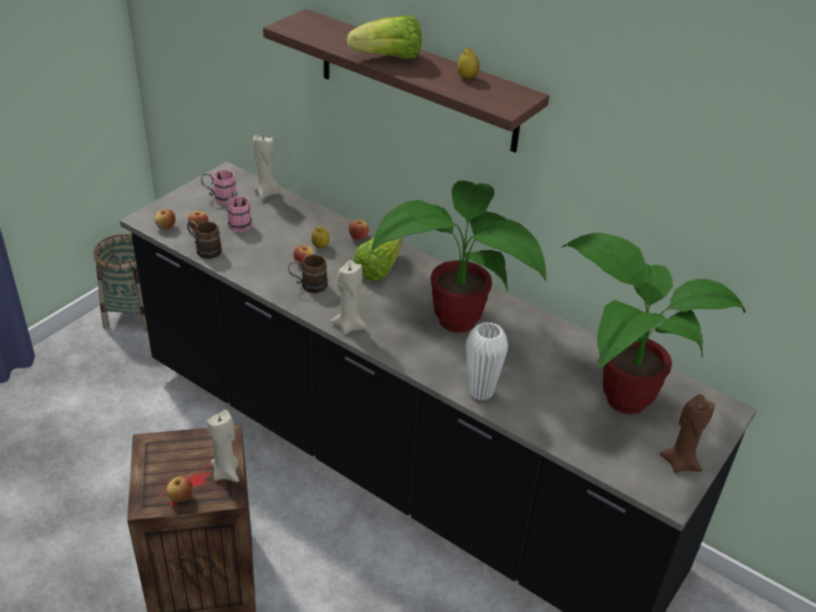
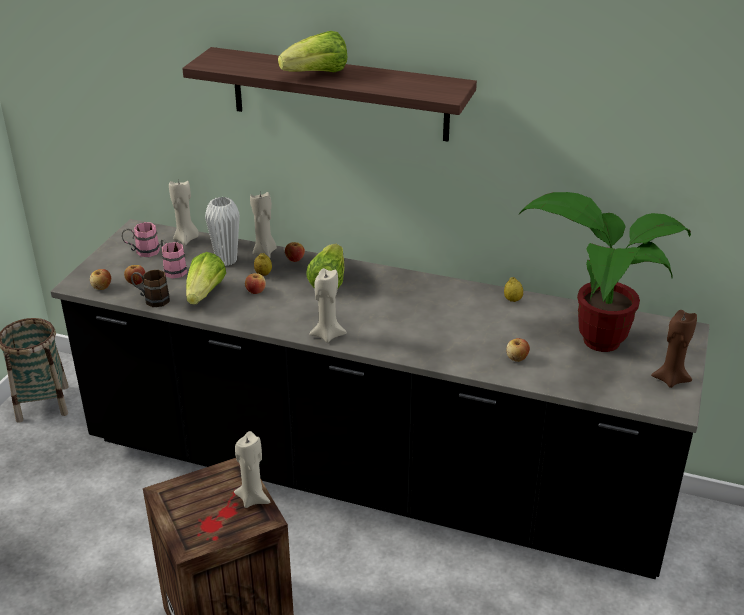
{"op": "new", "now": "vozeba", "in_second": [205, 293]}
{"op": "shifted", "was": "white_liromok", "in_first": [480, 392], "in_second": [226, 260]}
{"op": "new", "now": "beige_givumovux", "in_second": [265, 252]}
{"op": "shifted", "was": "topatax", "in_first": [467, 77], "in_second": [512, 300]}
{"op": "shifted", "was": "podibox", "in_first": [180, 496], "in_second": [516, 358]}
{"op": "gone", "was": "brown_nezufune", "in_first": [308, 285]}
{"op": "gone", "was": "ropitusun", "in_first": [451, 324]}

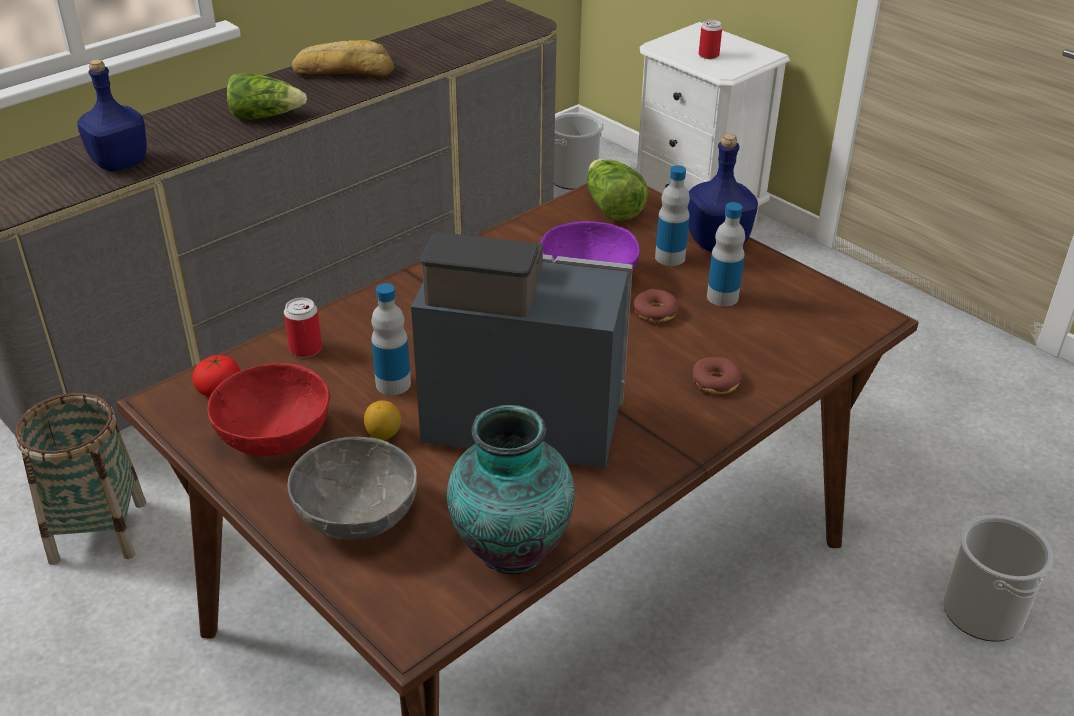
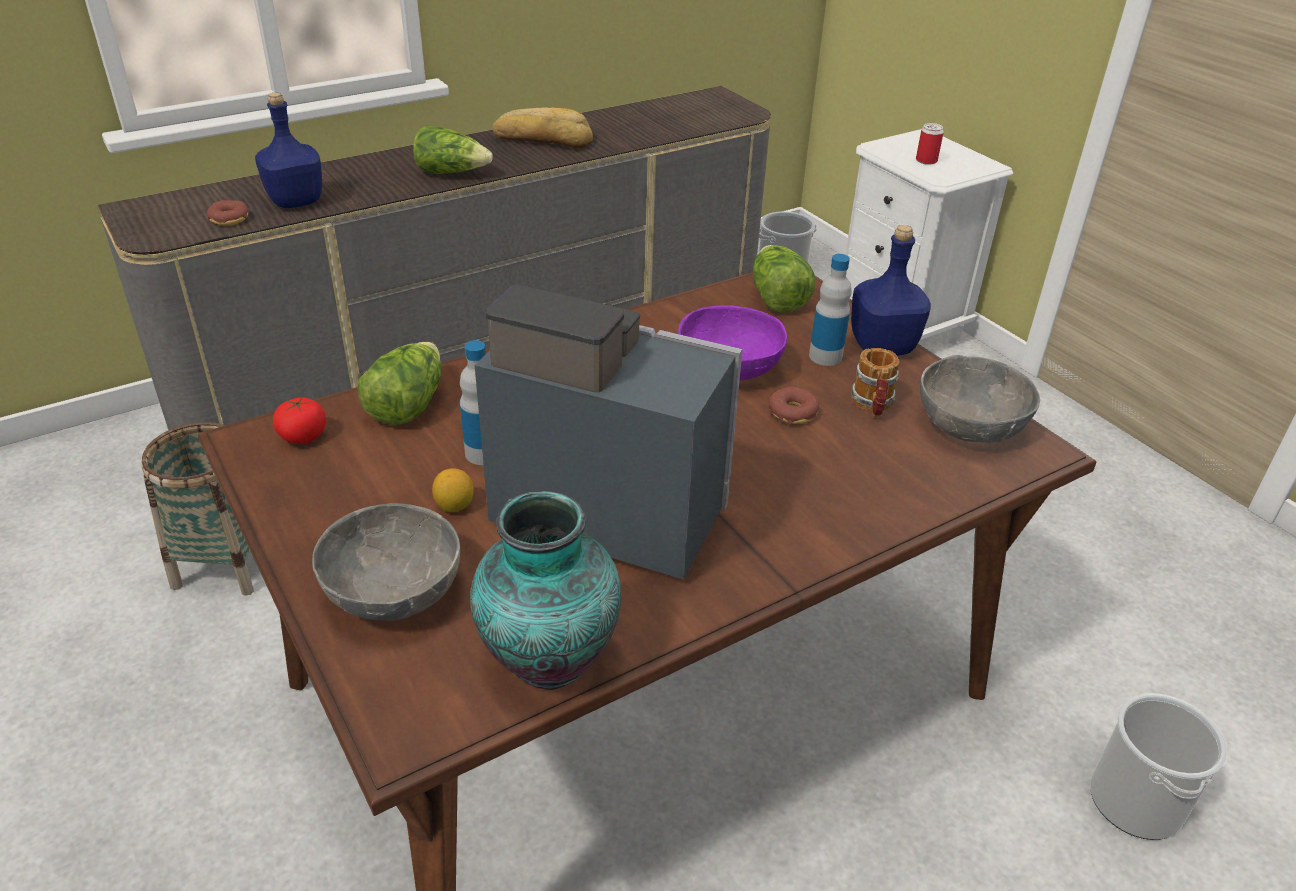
{"op": "shifted", "was": "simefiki", "in_first": [716, 382], "in_second": [229, 219]}
{"op": "swapped", "was": "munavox", "now": "vozeba", "in_first": [305, 349], "in_second": [407, 404]}
{"op": "swapped", "was": "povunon", "now": "nezufune", "in_first": [722, 297], "in_second": [872, 406]}
{"op": "new", "now": "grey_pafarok", "in_second": [969, 425]}
{"op": "gone", "was": "red_pafarok", "in_first": [274, 436]}

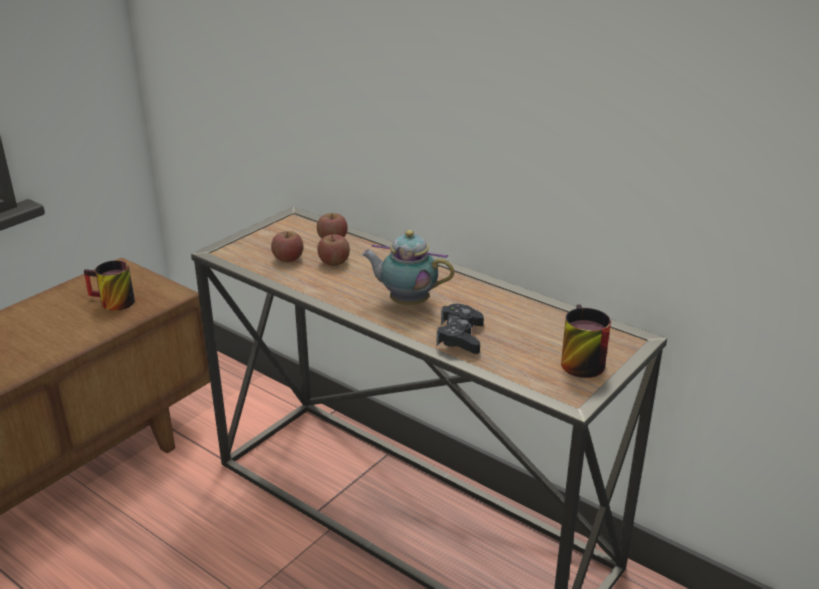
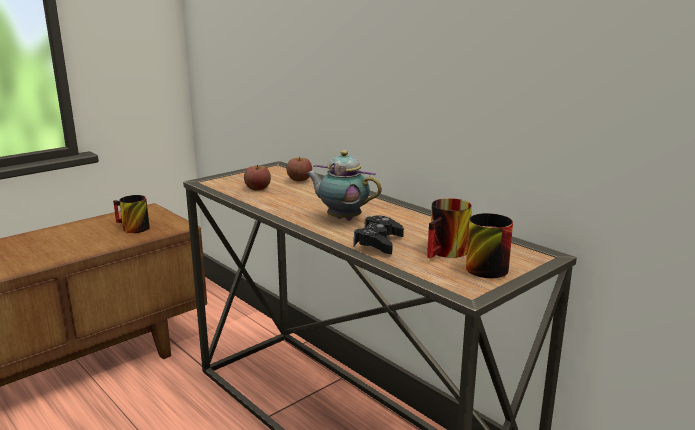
{"op": "new", "now": "nezufune", "in_second": [448, 253]}
{"op": "gone", "was": "podibox", "in_first": [334, 262]}

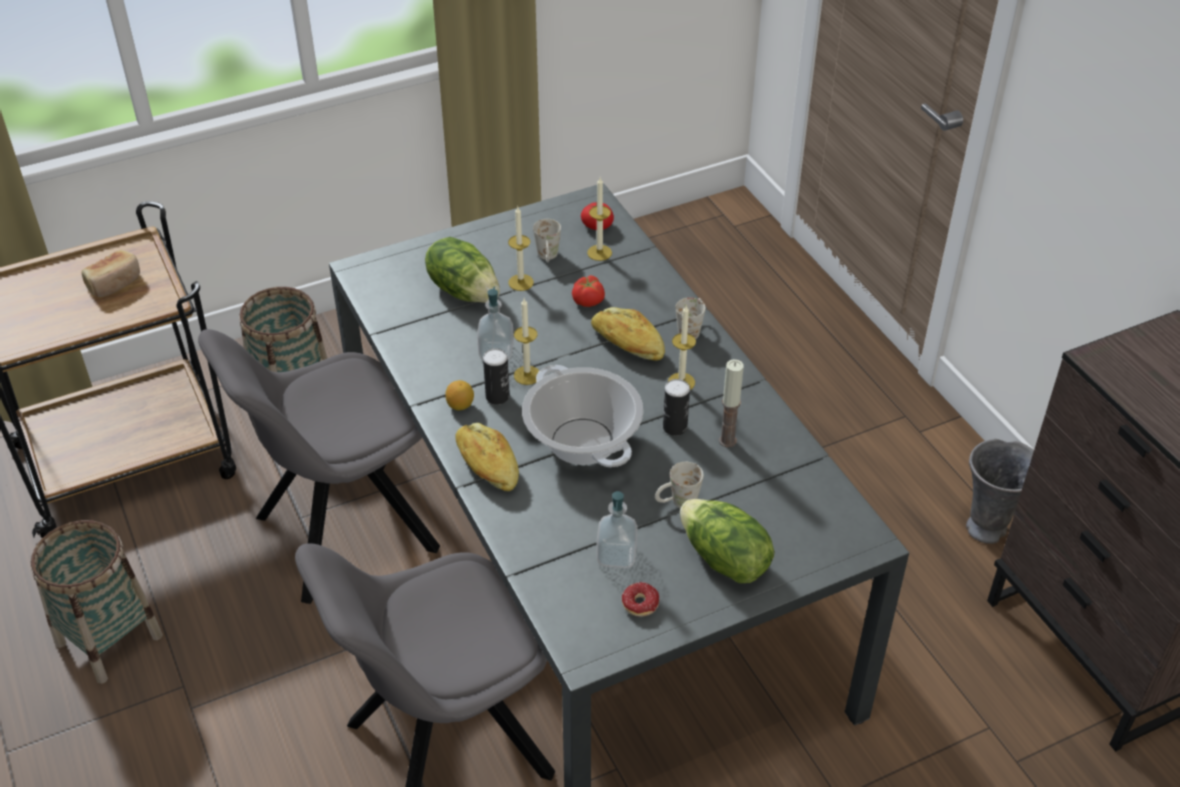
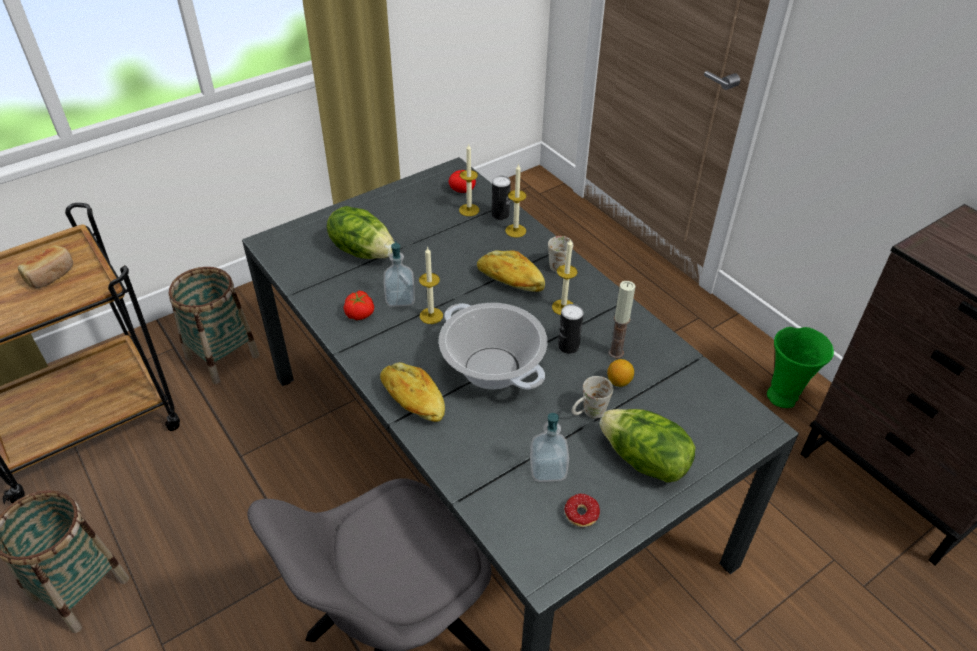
{"op": "shifted", "was": "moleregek", "in_first": [589, 300], "in_second": [360, 313]}
{"op": "shifted", "was": "munavox", "in_first": [497, 396], "in_second": [500, 215]}
{"op": "shifted", "was": "givumovux", "in_first": [521, 282], "in_second": [515, 230]}
{"op": "shifted", "was": "topatax", "in_first": [460, 405], "in_second": [619, 381]}
{"op": "repainted", "was": "grey_liromok", "now": "green_liromok", "in_first": [988, 528], "in_second": [783, 396]}
{"op": "gone", "was": "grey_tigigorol", "in_first": [344, 532]}
{"op": "gone", "was": "white_nezufune", "in_first": [548, 258]}

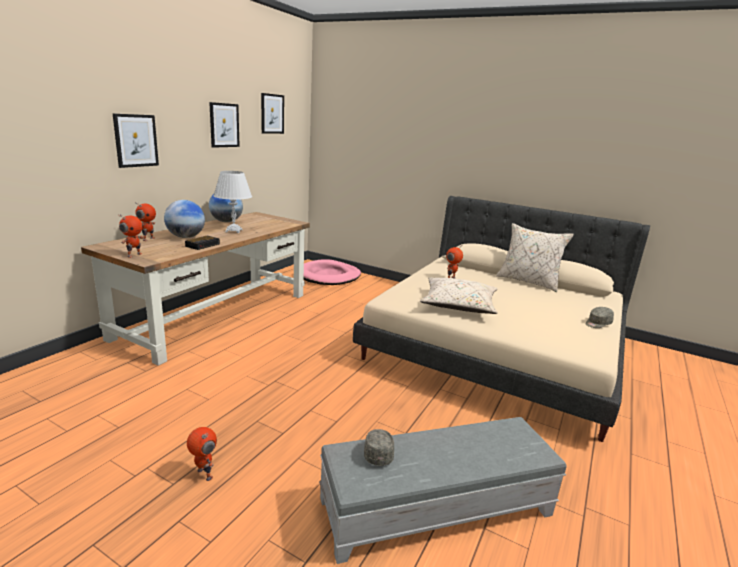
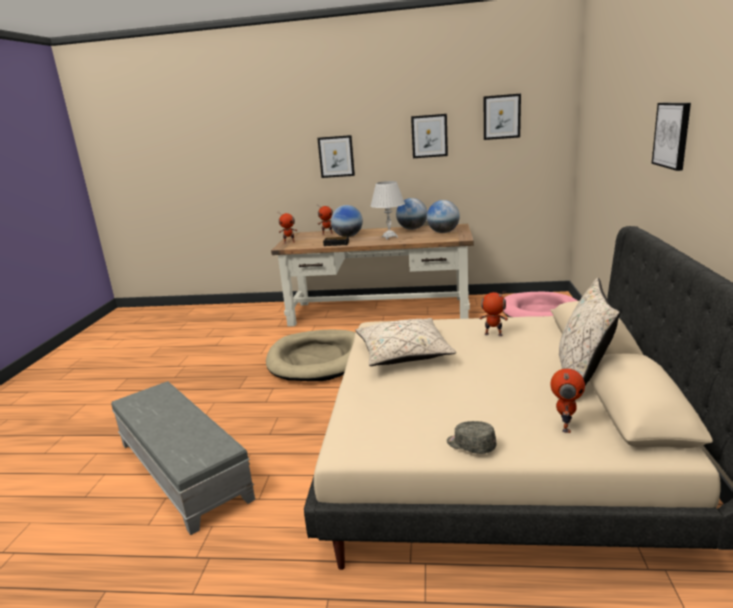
{"op": "new", "now": "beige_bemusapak", "in_second": [317, 359]}
{"op": "new", "now": "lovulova", "in_second": [443, 232]}
{"op": "shifted", "was": "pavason", "in_first": [203, 474], "in_second": [564, 425]}
{"op": "new", "now": "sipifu", "in_second": [672, 135]}
{"op": "gone", "was": "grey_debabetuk", "in_first": [378, 452]}

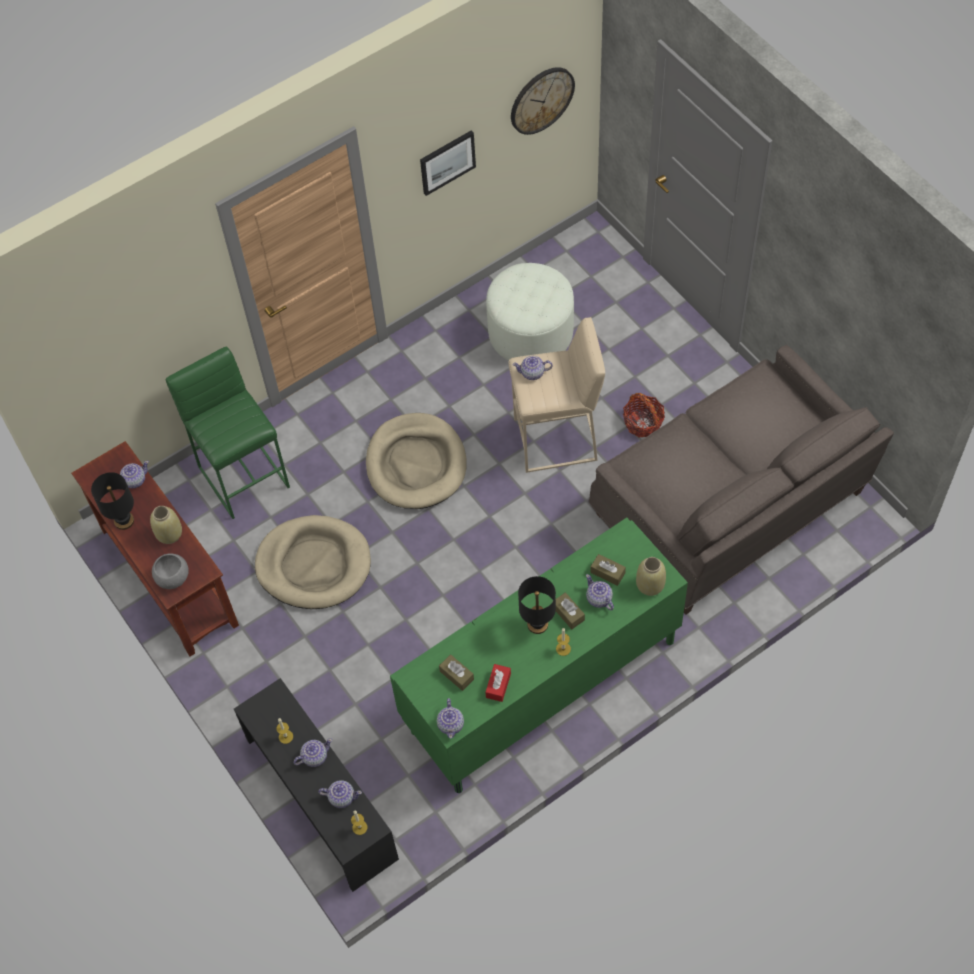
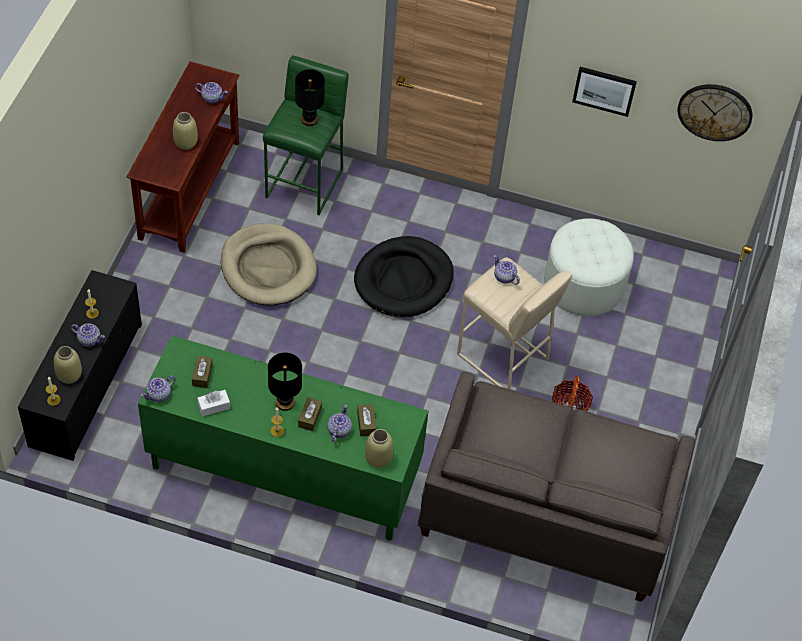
{"op": "swapped", "was": "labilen", "now": "beige_liromok", "in_first": [341, 797], "in_second": [69, 374]}
{"op": "repainted", "was": "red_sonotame", "now": "white_sonotame", "in_first": [498, 685], "in_second": [214, 406]}
{"op": "shifted", "was": "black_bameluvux", "in_first": [123, 521], "in_second": [309, 119]}
{"op": "repainted", "was": "beige_bemusapak", "now": "black_bemusapak", "in_first": [416, 464], "in_second": [404, 280]}
{"op": "gone", "was": "grey_pafarok", "in_first": [172, 577]}

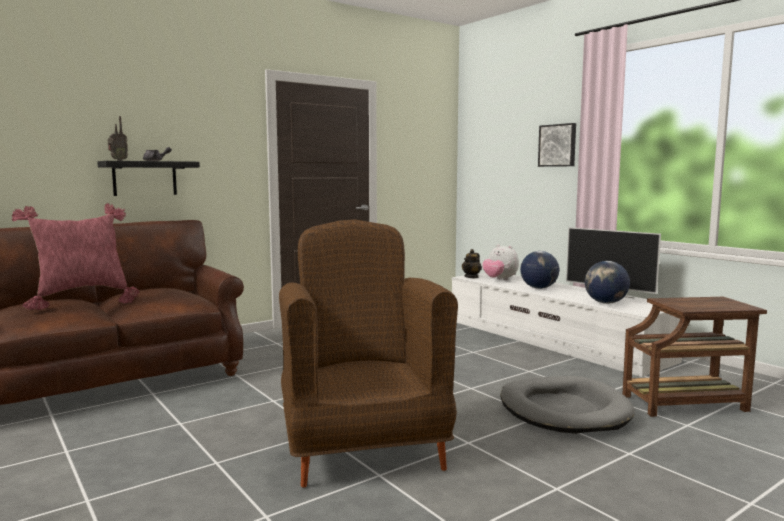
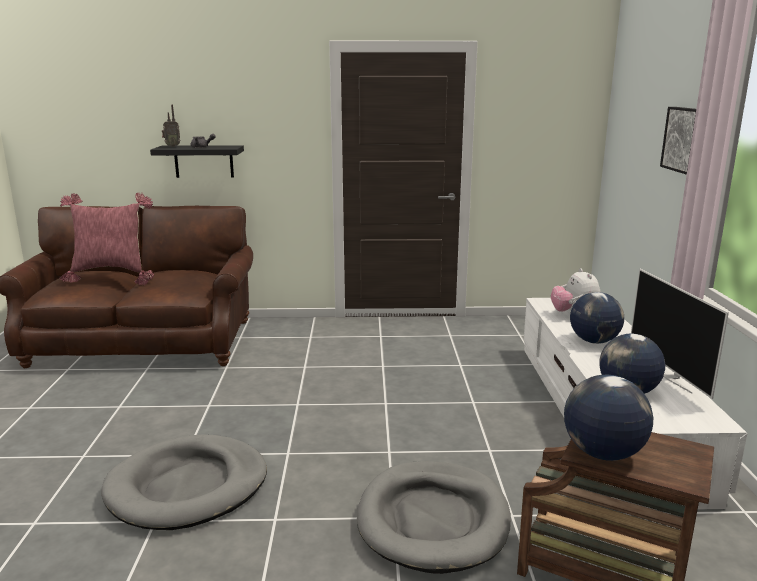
{"op": "swapped", "was": "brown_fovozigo", "now": "grey_bemusapak", "in_first": [363, 448], "in_second": [188, 487]}
{"op": "new", "now": "lovulova", "in_second": [602, 453]}
{"op": "gone", "was": "labilen", "in_first": [471, 277]}

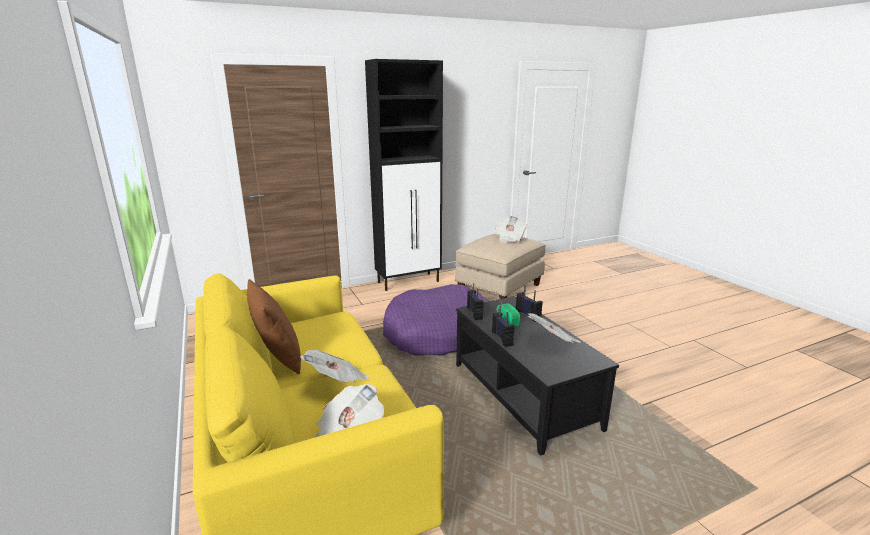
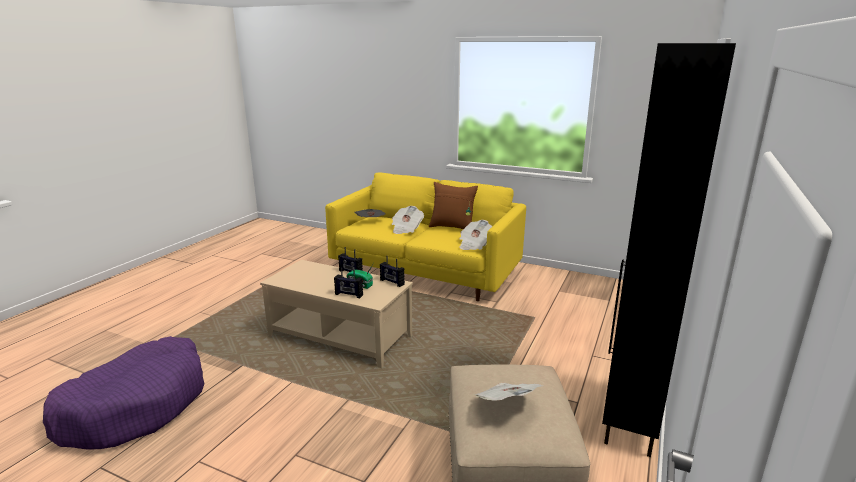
{"op": "shifted", "was": "purple_bemusapak", "in_first": [437, 333], "in_second": [136, 405]}
{"op": "repainted", "was": "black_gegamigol", "now": "beige_gegamigol", "in_first": [522, 395], "in_second": [341, 335]}
{"op": "shifted", "was": "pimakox", "in_first": [553, 341], "in_second": [475, 245]}

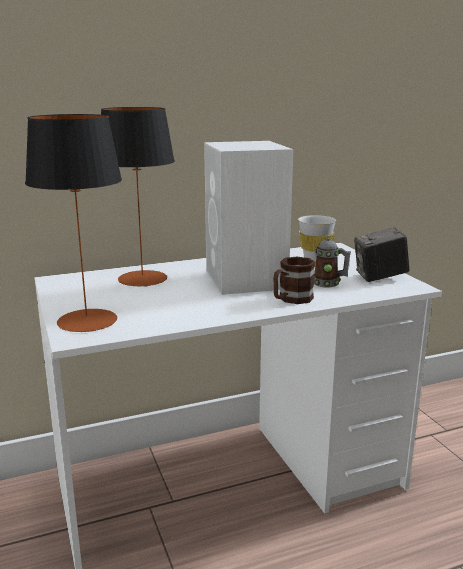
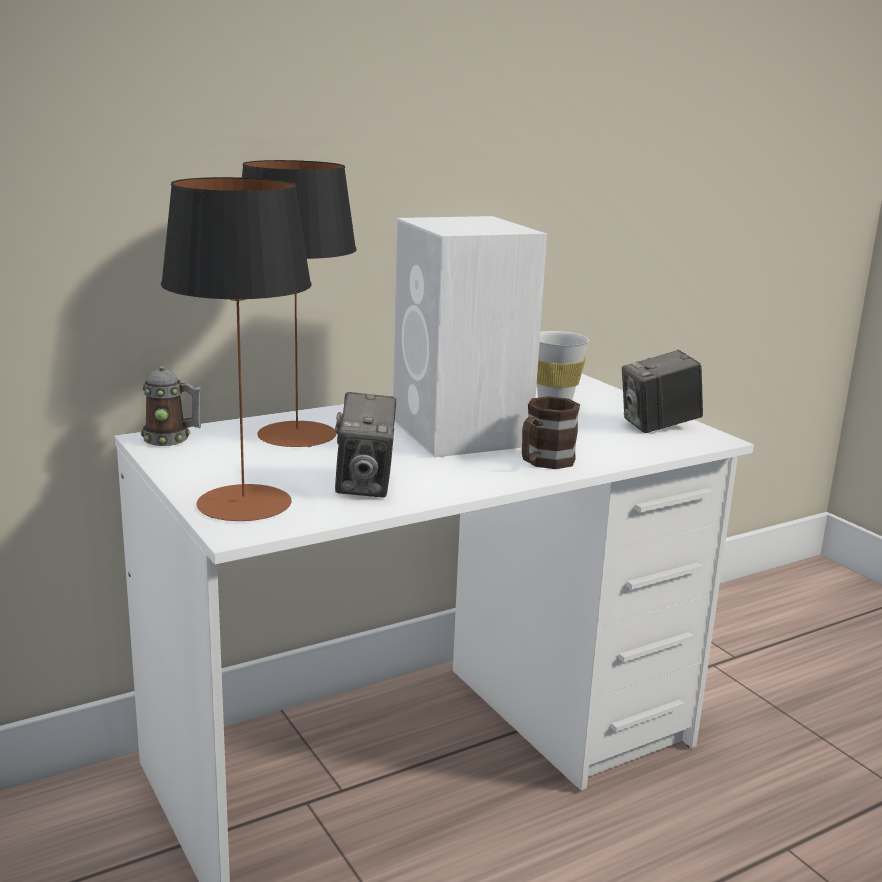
{"op": "shifted", "was": "nezufune", "in_first": [329, 283], "in_second": [172, 439]}
{"op": "new", "now": "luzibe", "in_second": [365, 485]}

